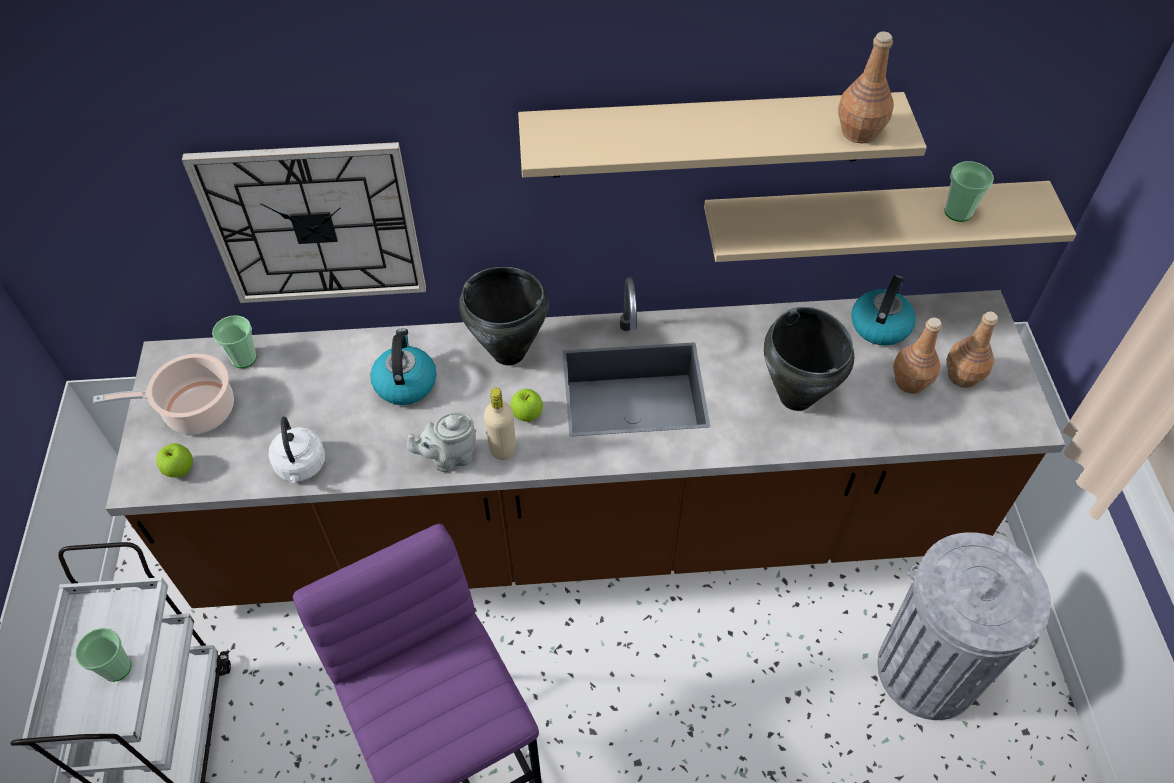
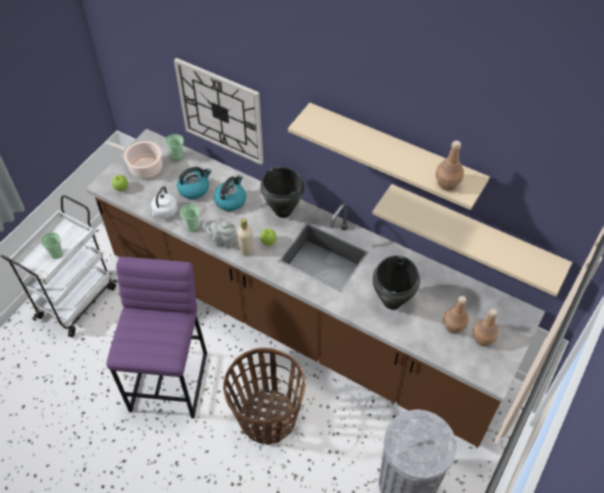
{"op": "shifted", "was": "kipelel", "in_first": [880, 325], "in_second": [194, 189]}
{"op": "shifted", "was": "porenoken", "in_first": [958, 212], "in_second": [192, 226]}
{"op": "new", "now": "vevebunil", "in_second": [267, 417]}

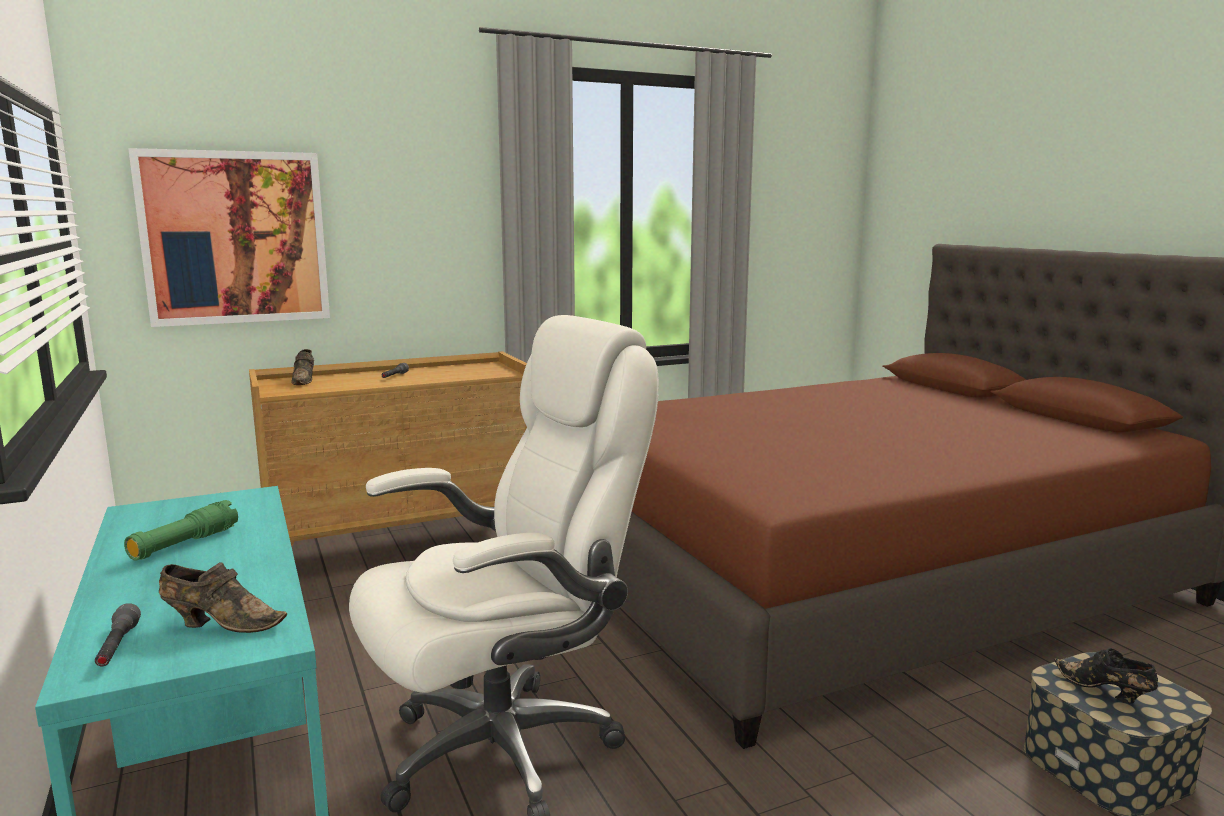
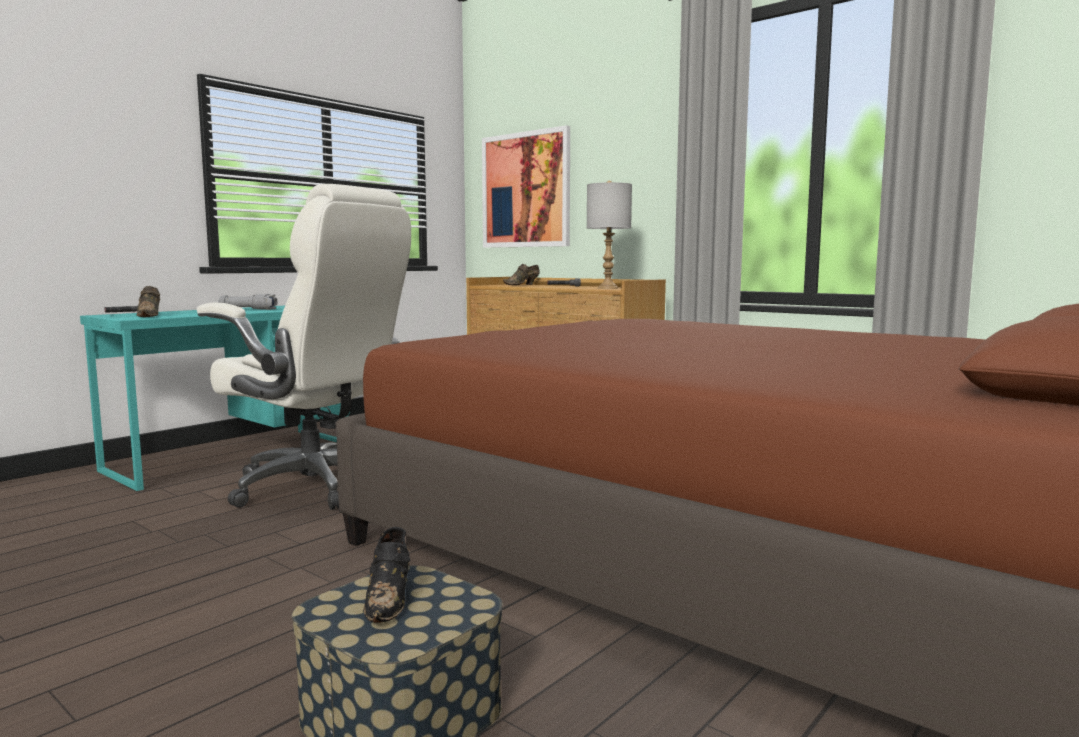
{"op": "repainted", "was": "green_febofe", "now": "grey_febofe", "in_first": [184, 544], "in_second": [248, 309]}
{"op": "rotated", "was": "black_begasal", "in_first": [1104, 691], "in_second": [390, 599], "clockwise": 150}
{"op": "new", "now": "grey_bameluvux", "in_second": [607, 288]}

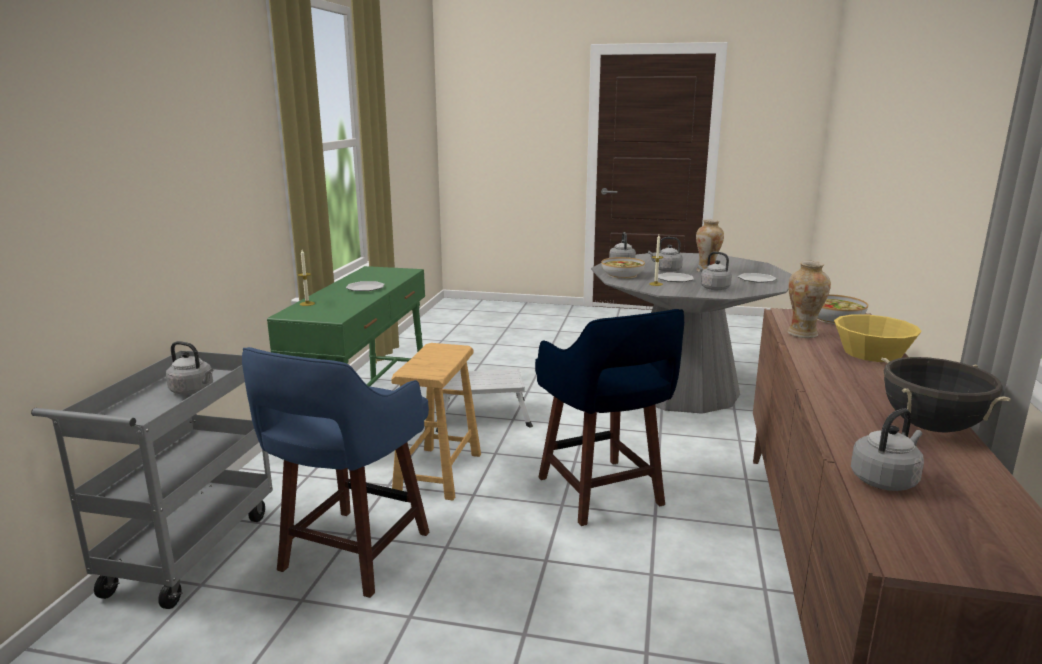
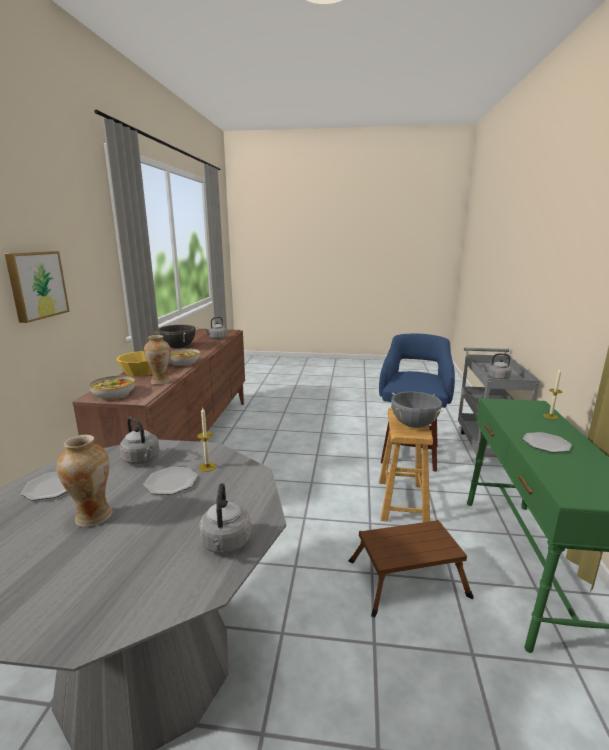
{"op": "new", "now": "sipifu", "in_second": [36, 285]}
{"op": "shifted", "was": "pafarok", "in_first": [622, 275], "in_second": [183, 363]}
{"op": "repainted", "was": "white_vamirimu", "now": "brown_vamirimu", "in_first": [483, 415], "in_second": [406, 578]}
{"op": "new", "now": "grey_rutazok", "in_second": [414, 425]}
{"op": "gone", "was": "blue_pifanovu", "in_first": [602, 494]}
{"op": "gone", "was": "grey_kipelel", "in_first": [666, 270]}

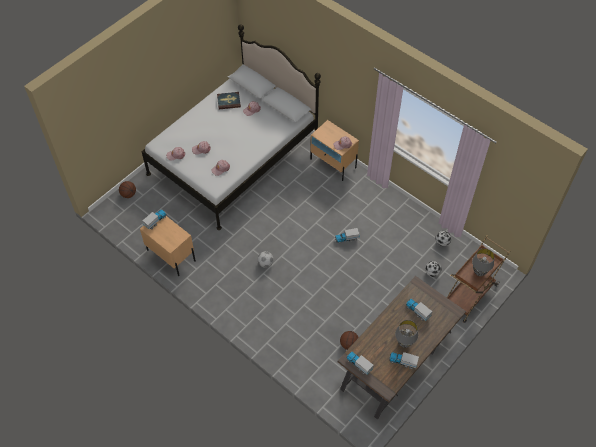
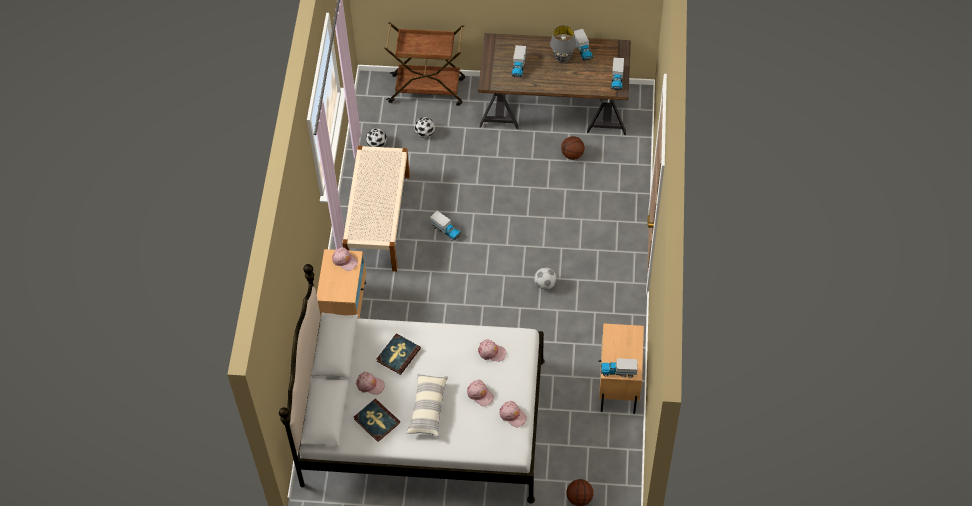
{"op": "new", "now": "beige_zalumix", "in_second": [378, 220]}
{"op": "new", "now": "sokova", "in_second": [398, 355]}
{"op": "new", "now": "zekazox", "in_second": [427, 408]}
{"op": "gone", "was": "grey_bameluvux", "in_first": [479, 272]}

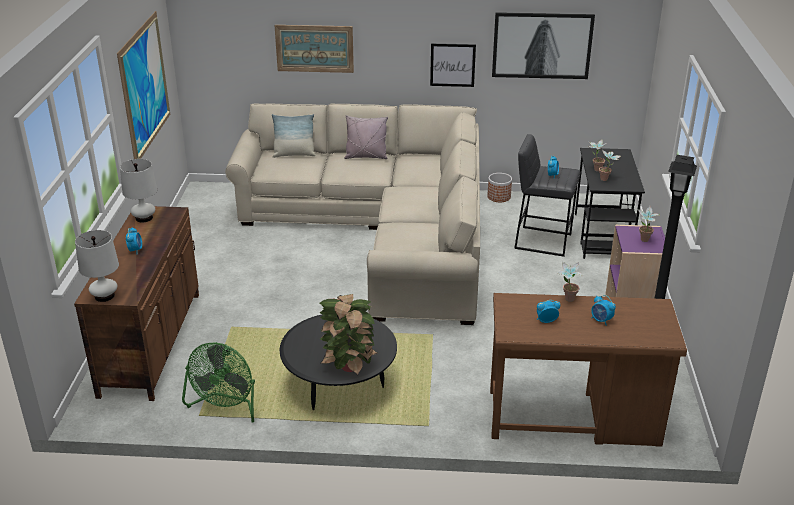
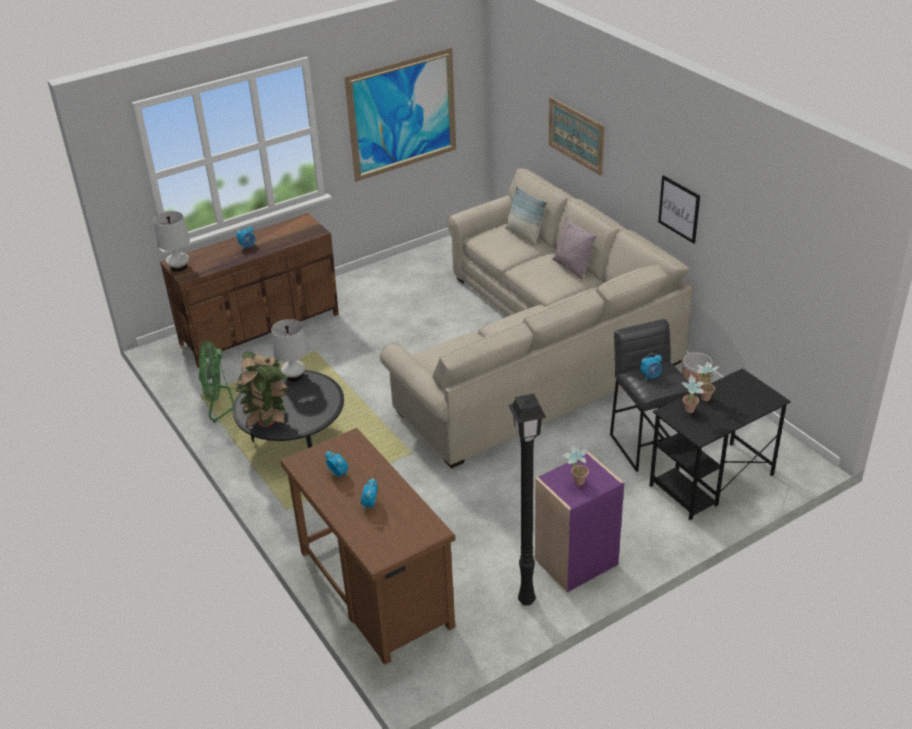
{"op": "shifted", "was": "white_bameluvux", "in_first": [144, 218], "in_second": [294, 376]}
{"op": "gone", "was": "sipifu", "in_first": [542, 45]}
{"op": "gone", "was": "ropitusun", "in_first": [567, 300]}

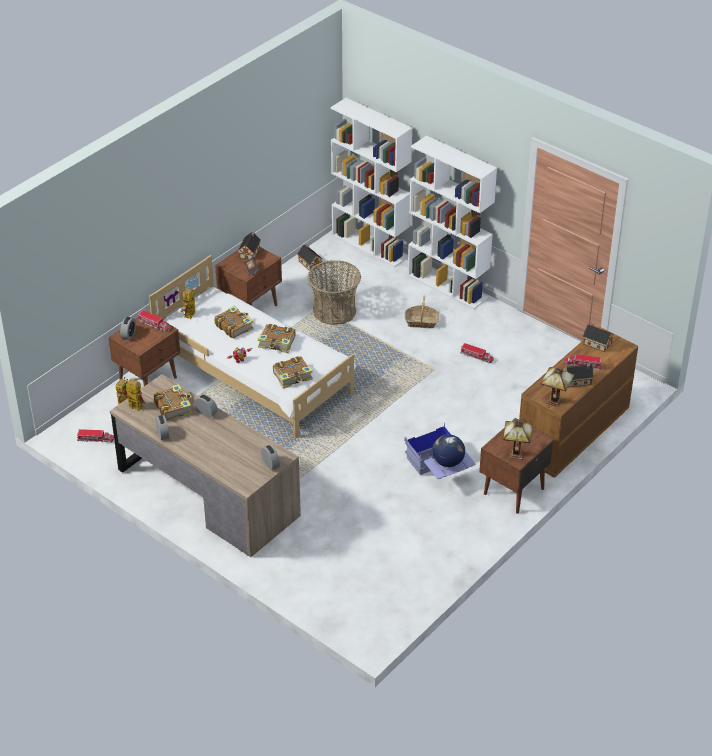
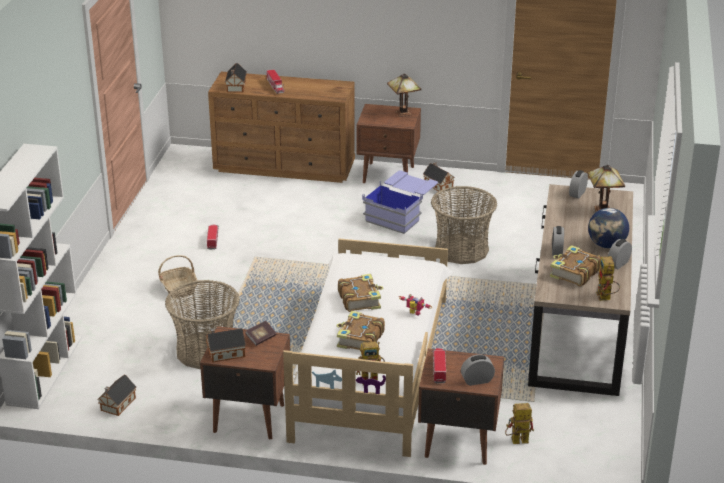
{"op": "shifted", "was": "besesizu", "in_first": [578, 380], "in_second": [438, 185]}
{"op": "new", "now": "vevebunil", "in_second": [462, 249]}
{"op": "shifted", "was": "bameluvux", "in_first": [556, 401], "in_second": [601, 209]}
{"op": "shifted", "was": "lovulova", "in_first": [448, 462], "in_second": [606, 245]}
{"op": "gone", "was": "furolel", "in_first": [95, 439]}
{"op": "gone", "was": "sokova", "in_first": [293, 376]}
{"op": "gone", "was": "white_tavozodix", "in_first": [448, 286]}

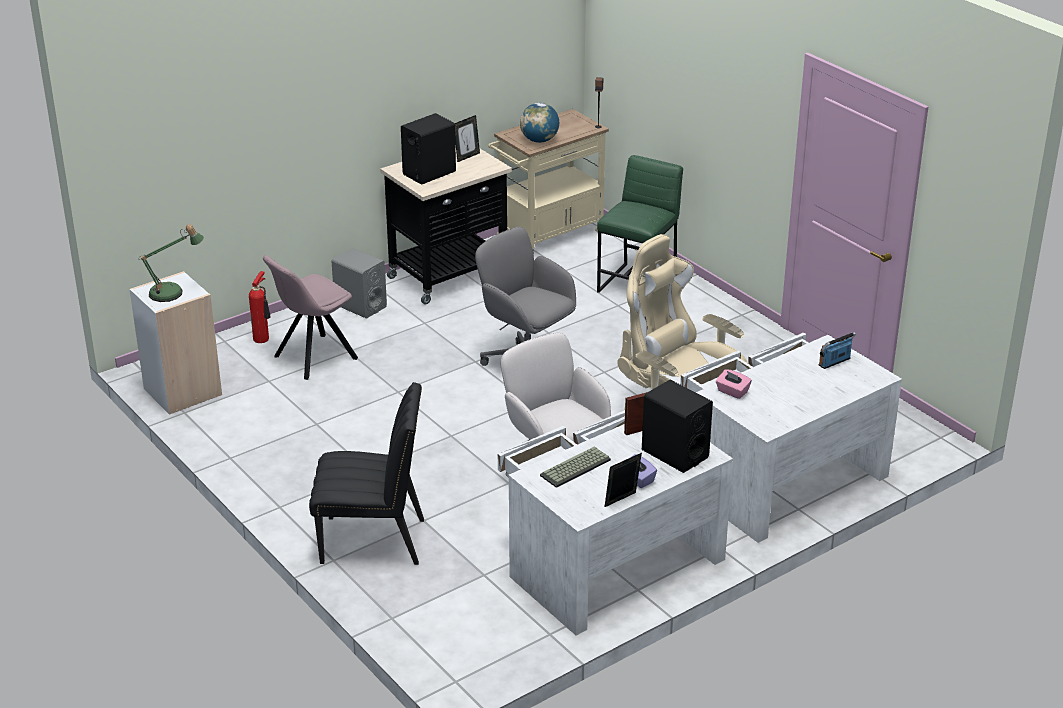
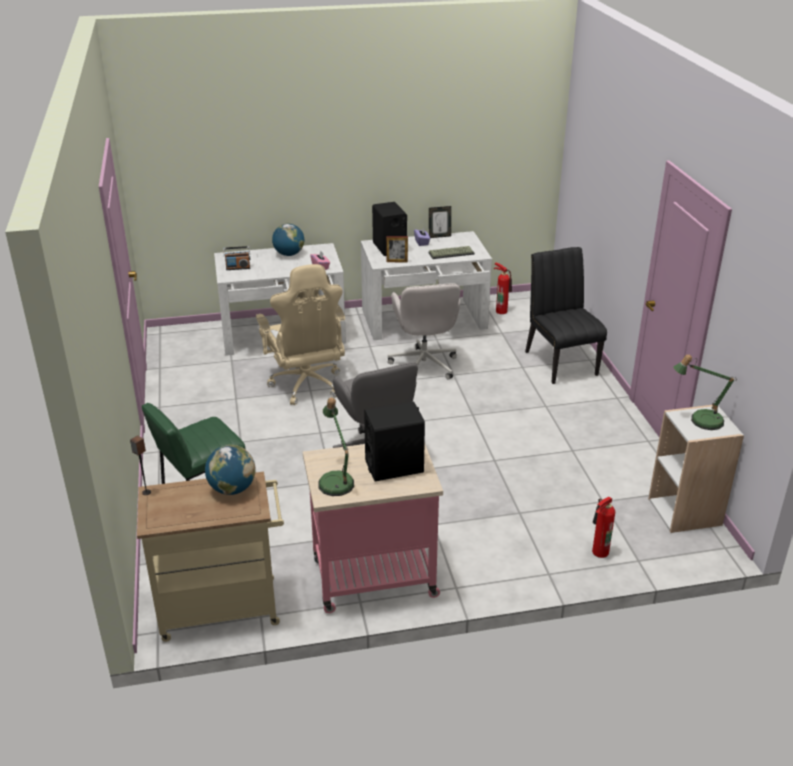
{"op": "new", "now": "lovulova", "in_second": [289, 254]}
{"op": "repainted", "was": "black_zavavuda", "now": "pink_zavavuda", "in_first": [448, 276], "in_second": [373, 579]}
{"op": "swapped", "was": "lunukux", "now": "bameluvux", "in_first": [467, 157], "in_second": [335, 480]}
{"op": "new", "now": "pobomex", "in_second": [501, 310]}
{"op": "rotated", "was": "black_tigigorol", "in_first": [372, 541], "in_second": [561, 363], "clockwise": 45}
{"op": "gone", "was": "pink_tigigorol", "in_first": [314, 357]}
{"op": "gone", "was": "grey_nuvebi", "in_first": [360, 306]}

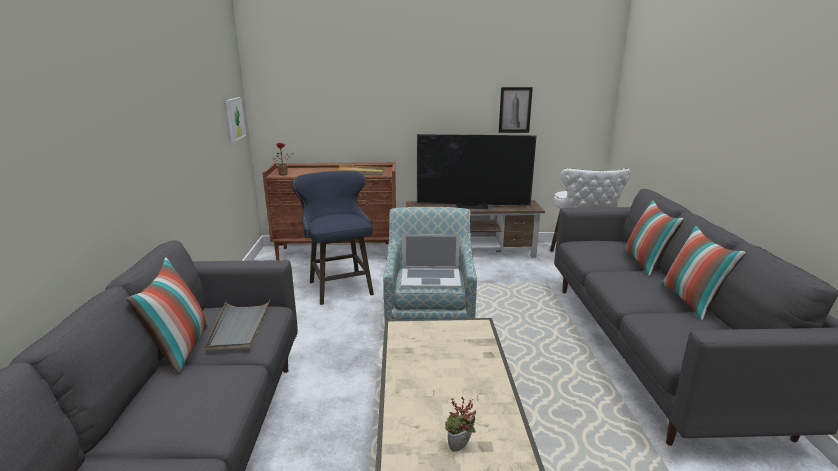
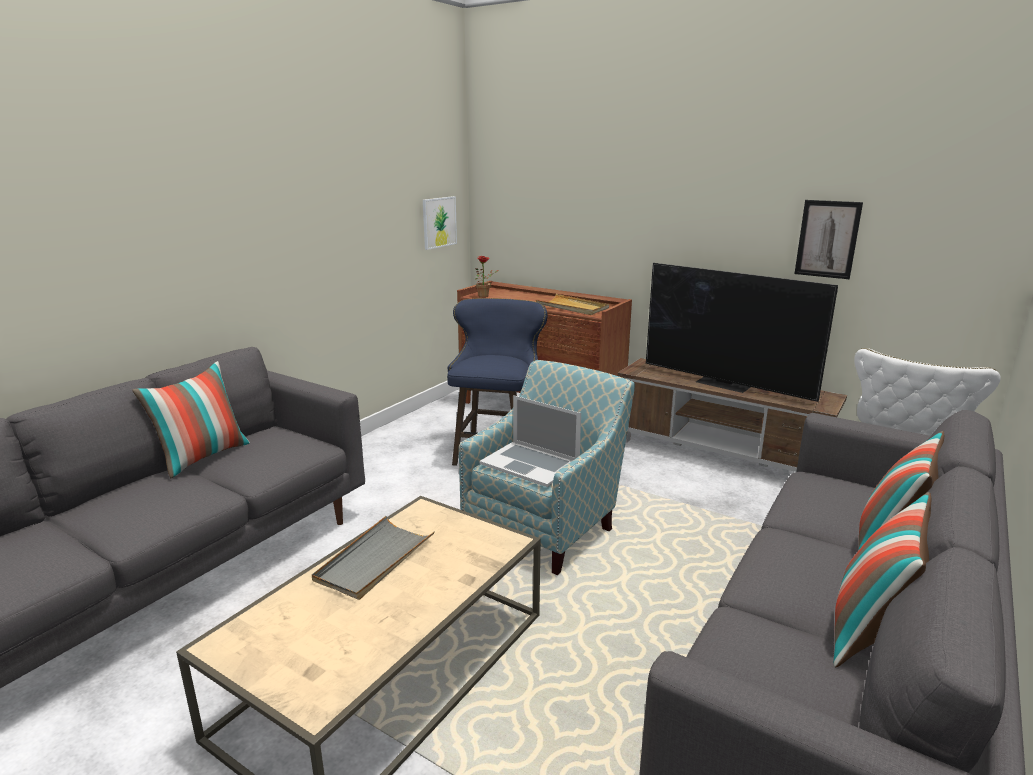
{"op": "shifted", "was": "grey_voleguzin", "in_first": [239, 327], "in_second": [374, 560]}
{"op": "gone", "was": "ropitusun", "in_first": [460, 449]}

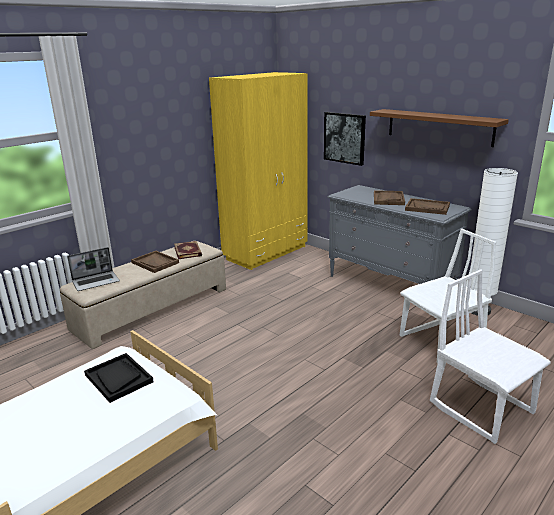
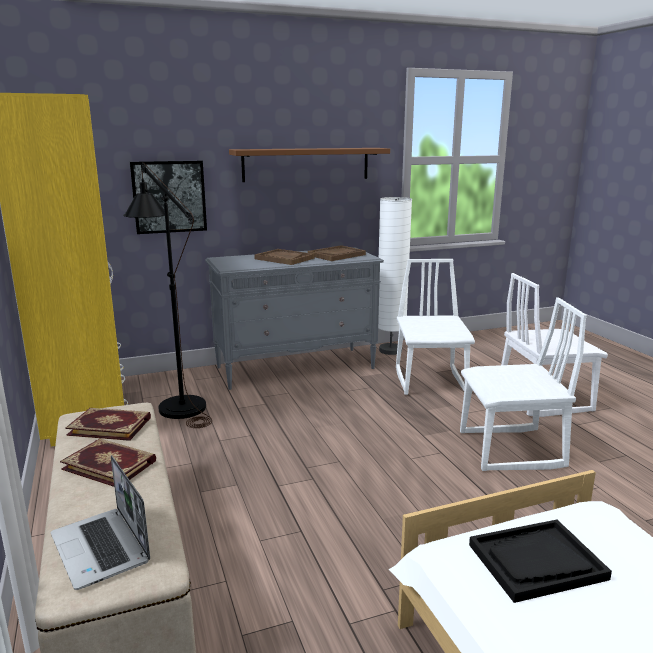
{"op": "rotated", "was": "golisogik", "in_first": [96, 281], "in_second": [102, 549], "clockwise": 150}
{"op": "swapped", "was": "brown_voleguzin", "now": "sokova", "in_first": [155, 263], "in_second": [110, 464]}
{"op": "new", "now": "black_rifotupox", "in_second": [177, 403]}
{"op": "new", "now": "white_tigigorol", "in_second": [511, 450]}

